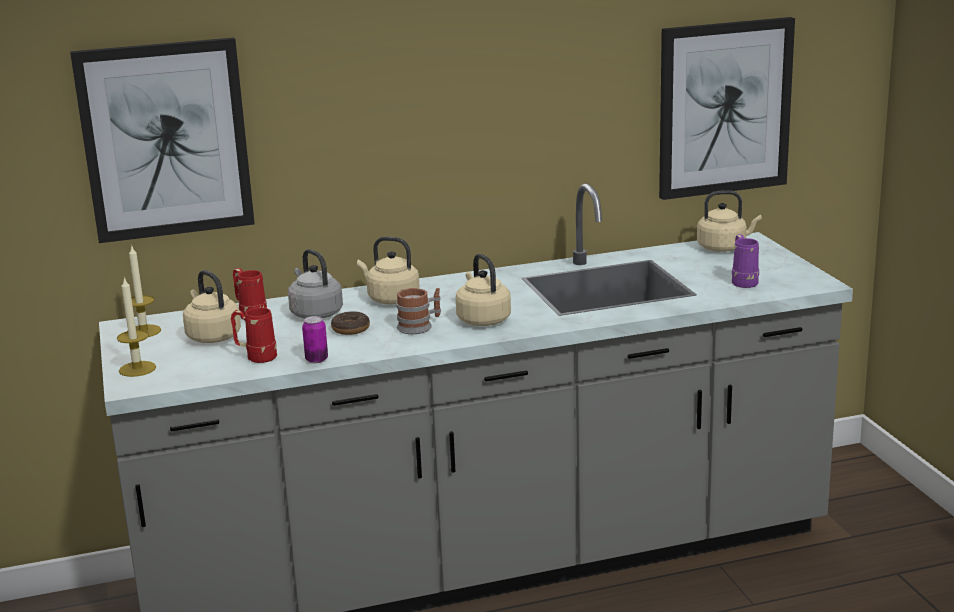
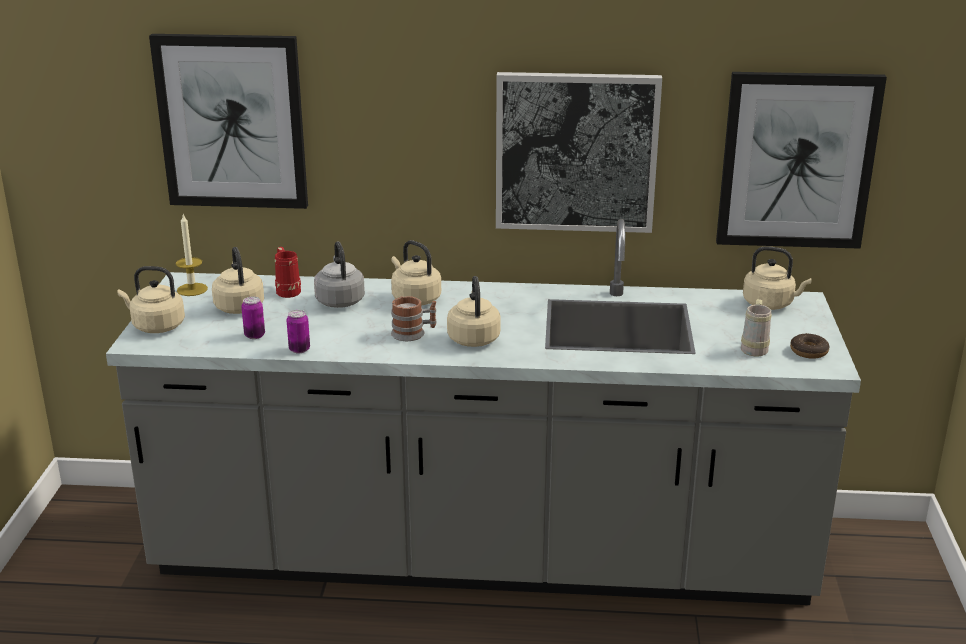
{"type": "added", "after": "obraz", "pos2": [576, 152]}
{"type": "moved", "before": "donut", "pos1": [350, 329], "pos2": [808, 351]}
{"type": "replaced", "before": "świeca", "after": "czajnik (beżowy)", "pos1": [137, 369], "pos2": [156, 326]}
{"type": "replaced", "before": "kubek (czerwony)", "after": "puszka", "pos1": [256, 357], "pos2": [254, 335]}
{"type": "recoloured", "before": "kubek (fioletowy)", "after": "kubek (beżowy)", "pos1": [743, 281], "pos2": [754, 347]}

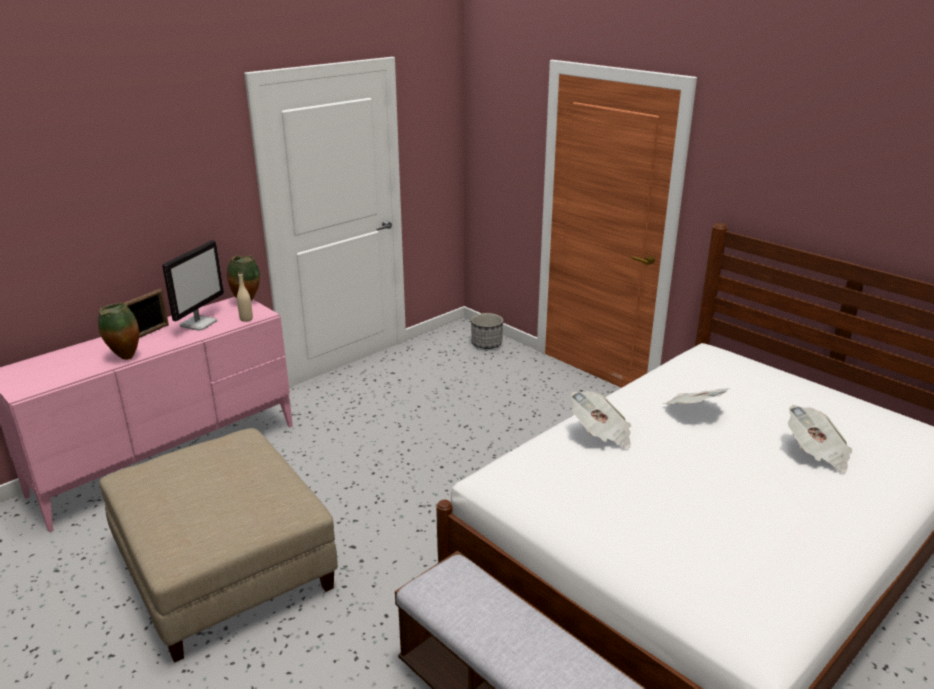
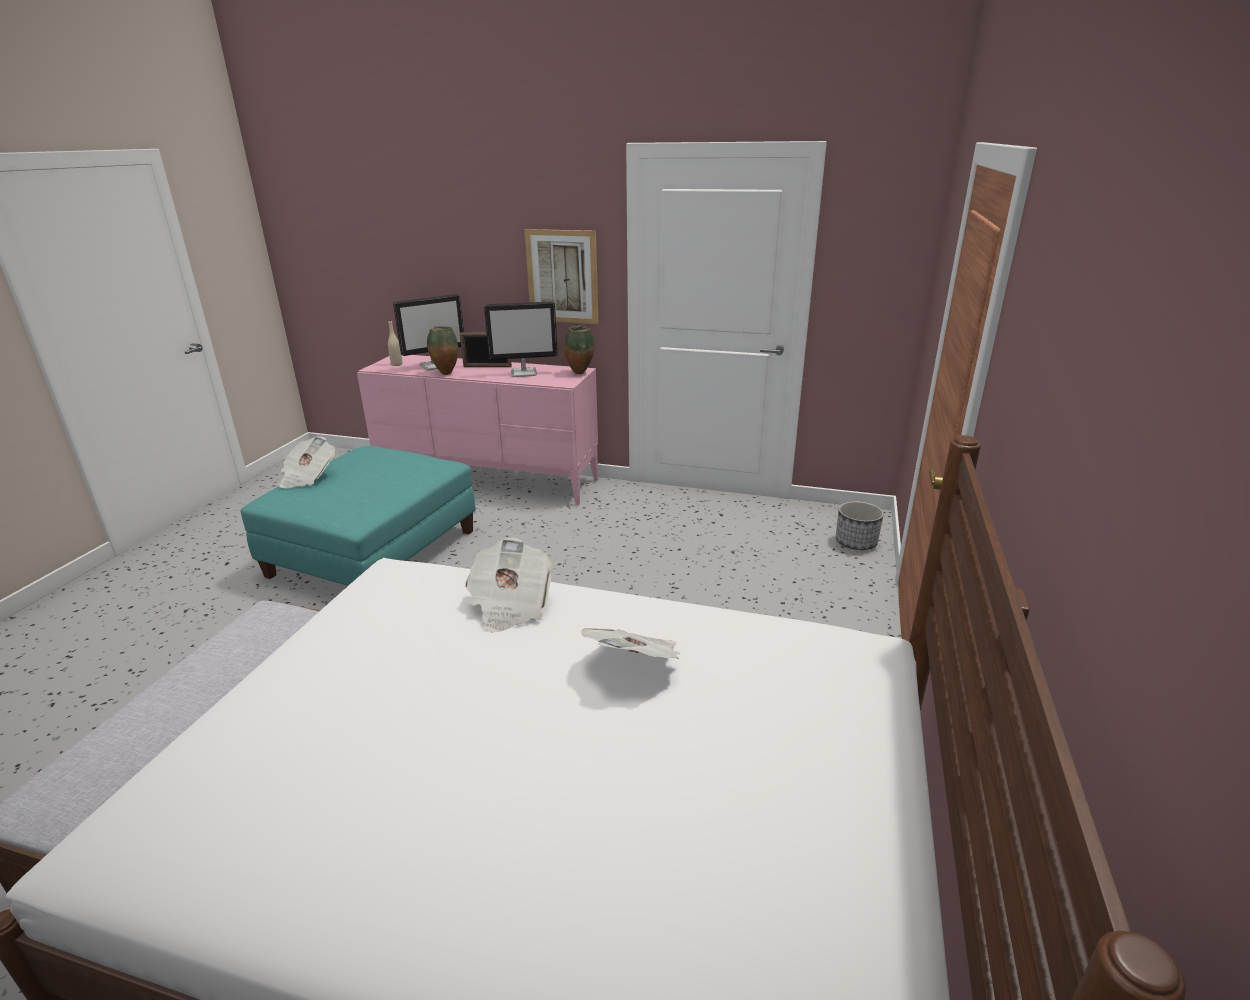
{"type": "added", "after": "monitor", "pos2": [434, 366]}
{"type": "added", "after": "obraz", "pos2": [562, 276]}
{"type": "moved", "before": "butelka (beżowy)", "pos1": [246, 319], "pos2": [396, 364]}
{"type": "moved", "before": "gazeta", "pos1": [816, 453], "pos2": [308, 477]}
{"type": "recoloured", "before": "pufa (beżowy)", "after": "pufa (turkusowy)", "pos1": [223, 567], "pos2": [374, 553]}

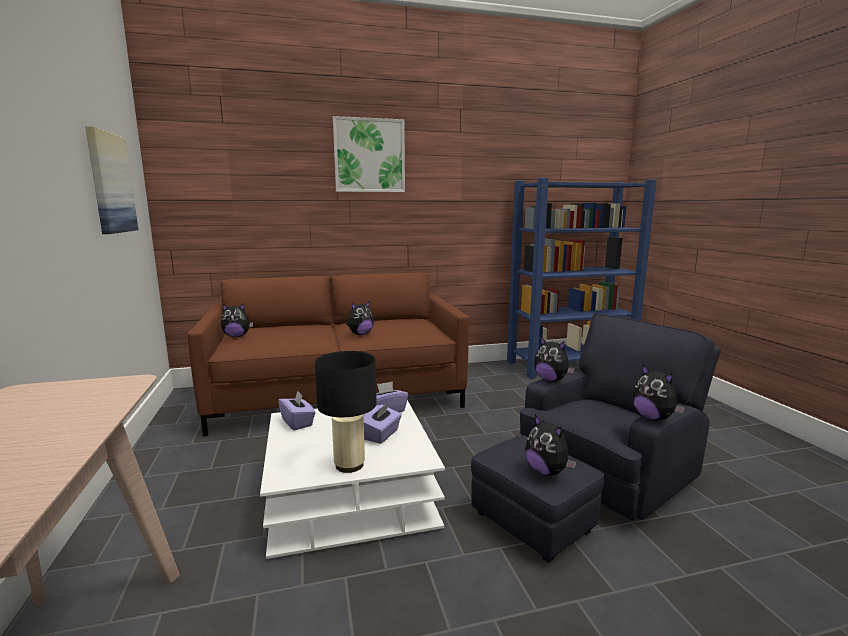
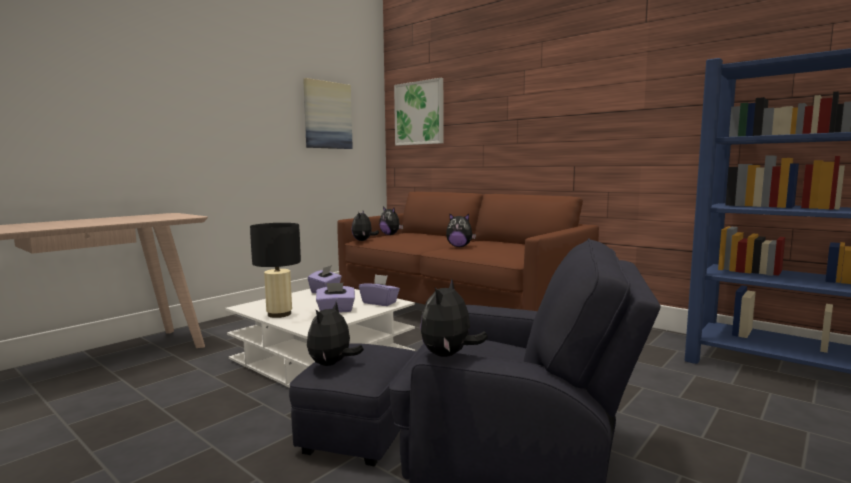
{"type": "moved", "before": "obraz", "pos1": [369, 155], "pos2": [419, 113]}
{"type": "moved", "before": "pluszak", "pos1": [551, 380], "pos2": [363, 241]}

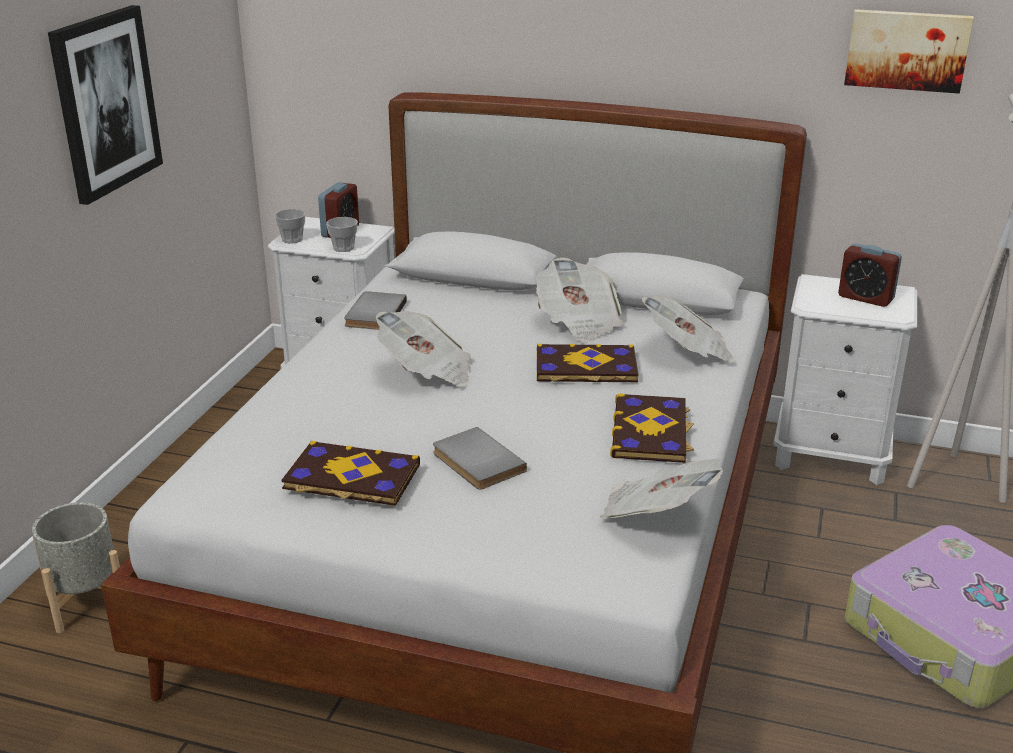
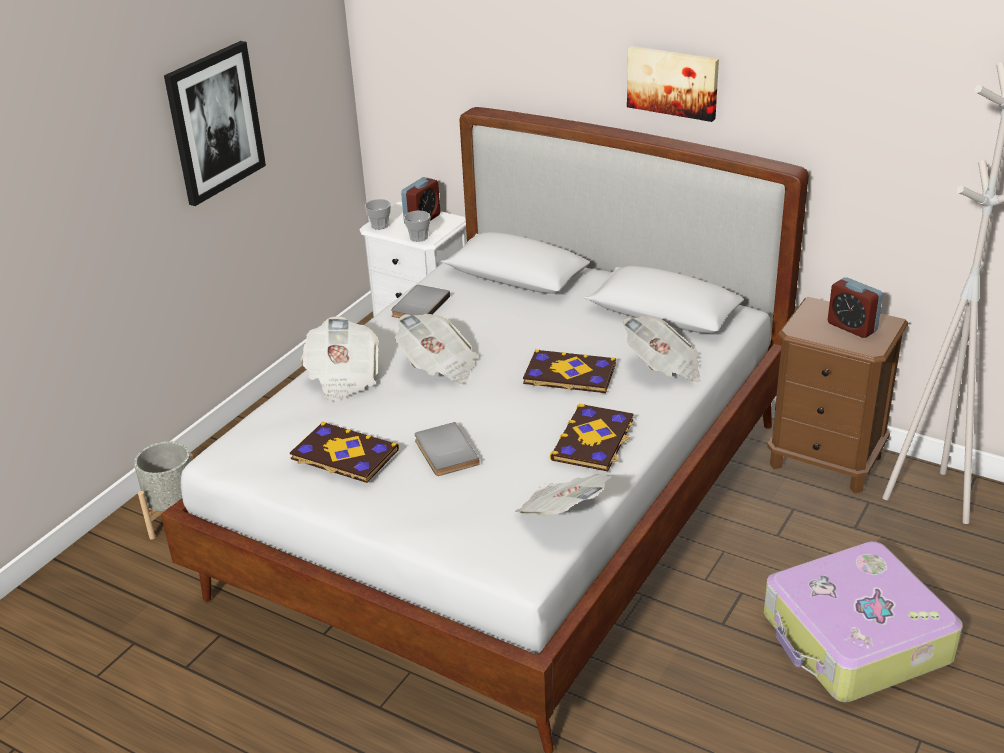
{"type": "moved", "before": "gazeta", "pos1": [578, 322], "pos2": [343, 377]}
{"type": "moved", "before": "obraz", "pos1": [907, 50], "pos2": [673, 82]}
{"type": "recoloured", "before": "szafka nocna (biały)", "after": "szafka nocna (brązowy)", "pos1": [831, 456], "pos2": [825, 461]}

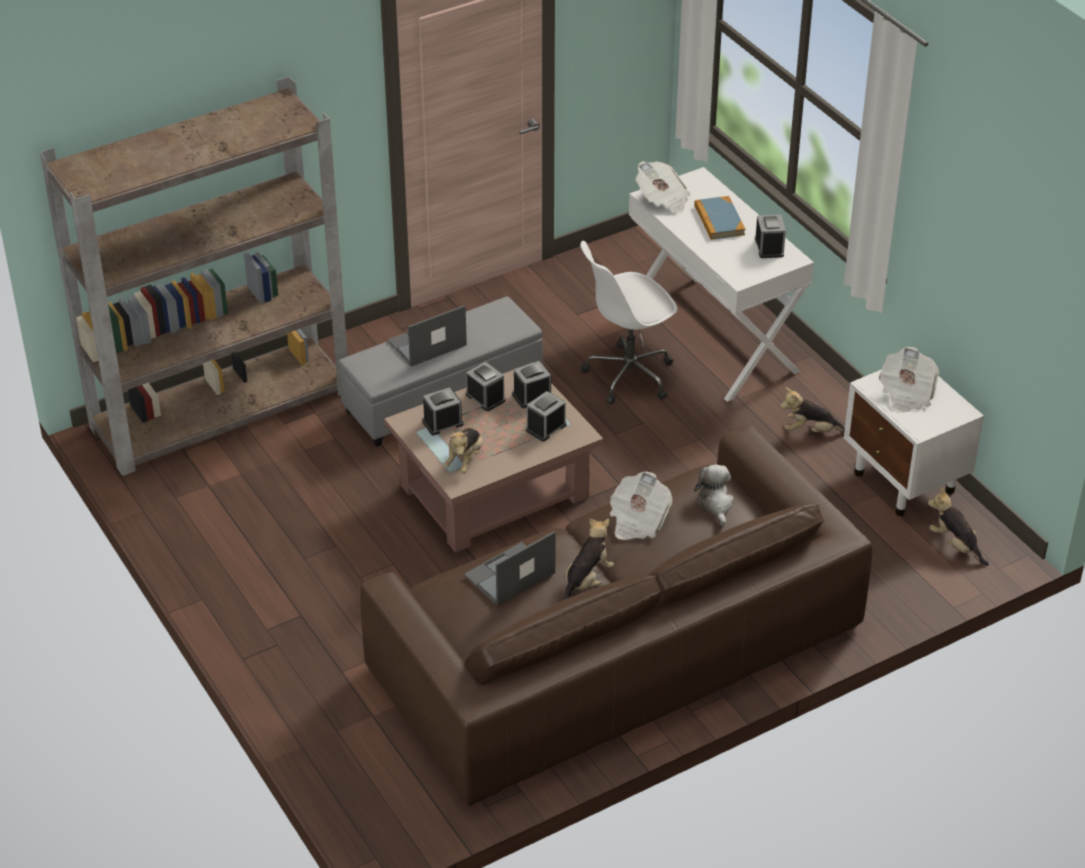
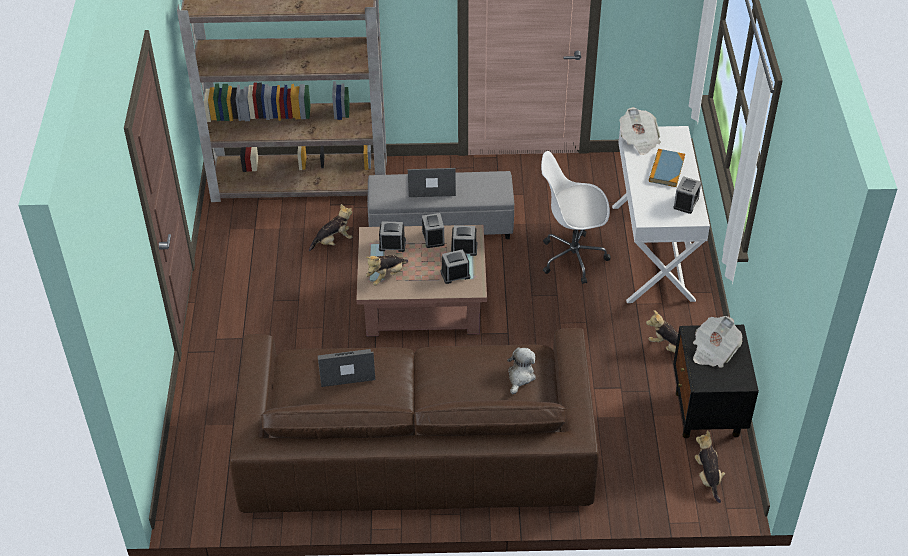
{"type": "removed", "before": "gazeta", "pos1": [637, 520]}
{"type": "moved", "before": "pluszak", "pos1": [587, 581], "pos2": [333, 241]}
{"type": "recoloured", "before": "szafka nocna (biały)", "after": "szafka nocna (czarny)", "pos1": [905, 483], "pos2": [707, 415]}

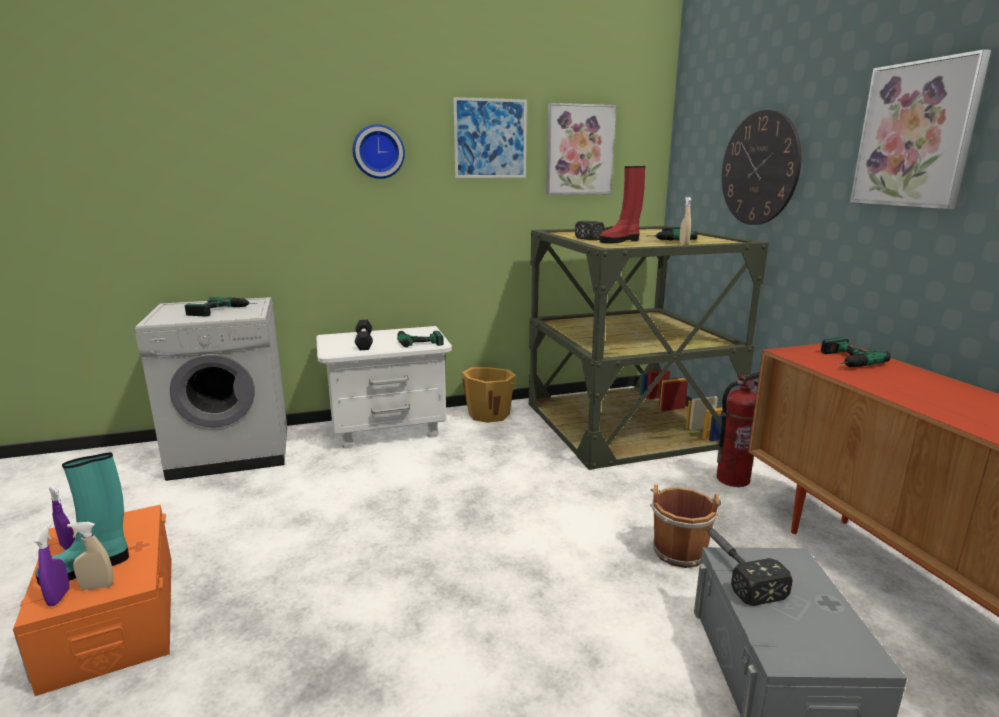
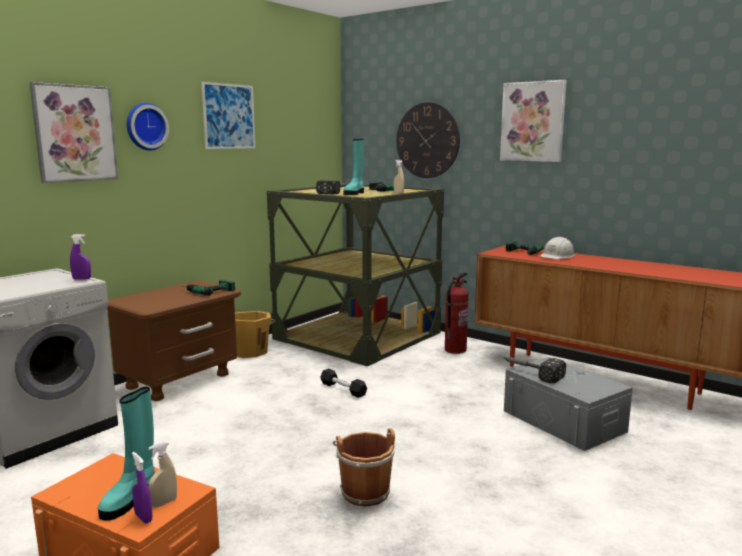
{"type": "removed", "before": "wiertarka", "pos1": [224, 311]}
{"type": "added", "after": "kask (biały)", "pos2": [557, 256]}
{"type": "moved", "before": "spryskiwacz (fioletowy)", "pos1": [68, 547], "pos2": [81, 279]}
{"type": "moved", "before": "hantel (czarny)", "pos1": [364, 342], "pos2": [343, 389]}
{"type": "moved", "before": "obraz", "pos1": [579, 150], "pos2": [74, 133]}
{"type": "moved", "before": "wiadro (brązowy)", "pos1": [679, 550], "pos2": [364, 491]}
{"type": "recoloured", "before": "szafka nocna (biały)", "after": "szafka nocna (brązowy)", "pos1": [388, 432], "pos2": [181, 381]}
{"type": "recoloured", "before": "but z cholewką (czerwony)", "after": "but z cholewką (turkusowy)", "pos1": [620, 241], "pos2": [354, 193]}

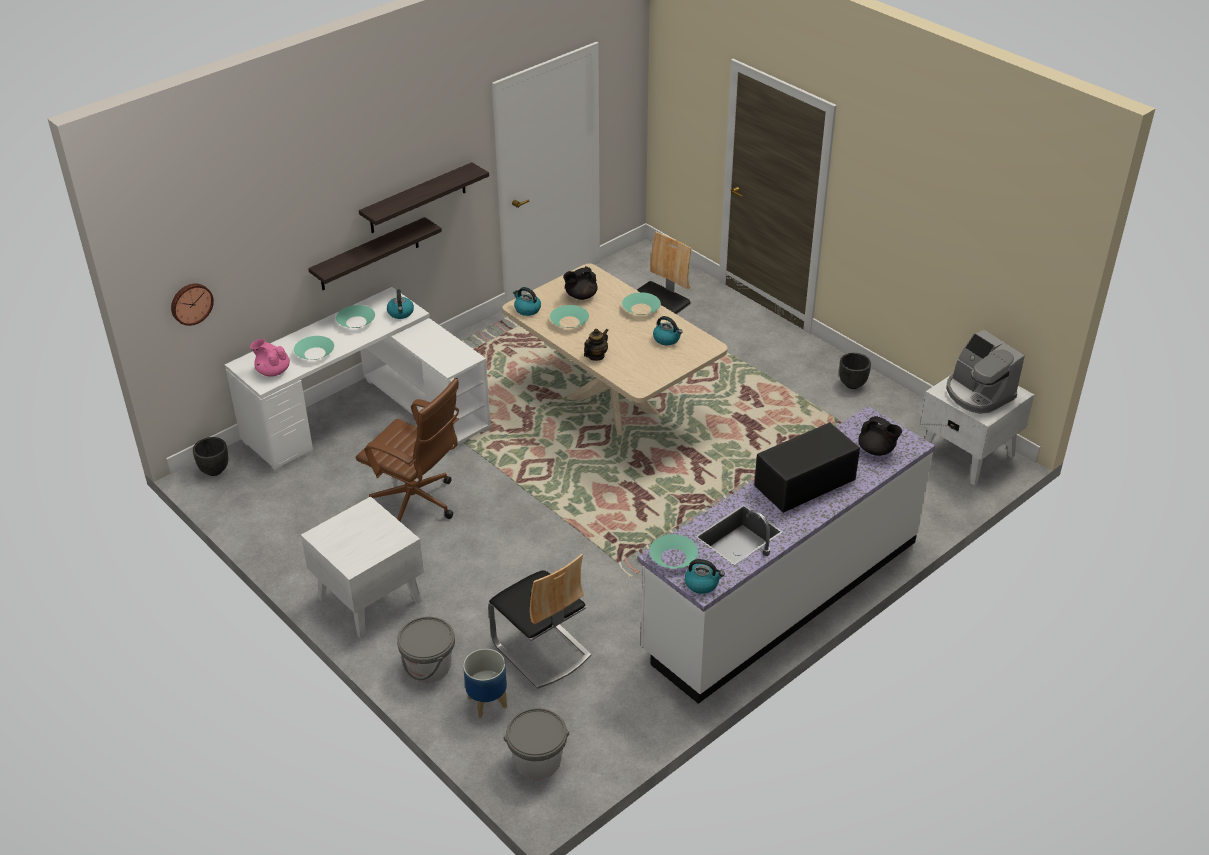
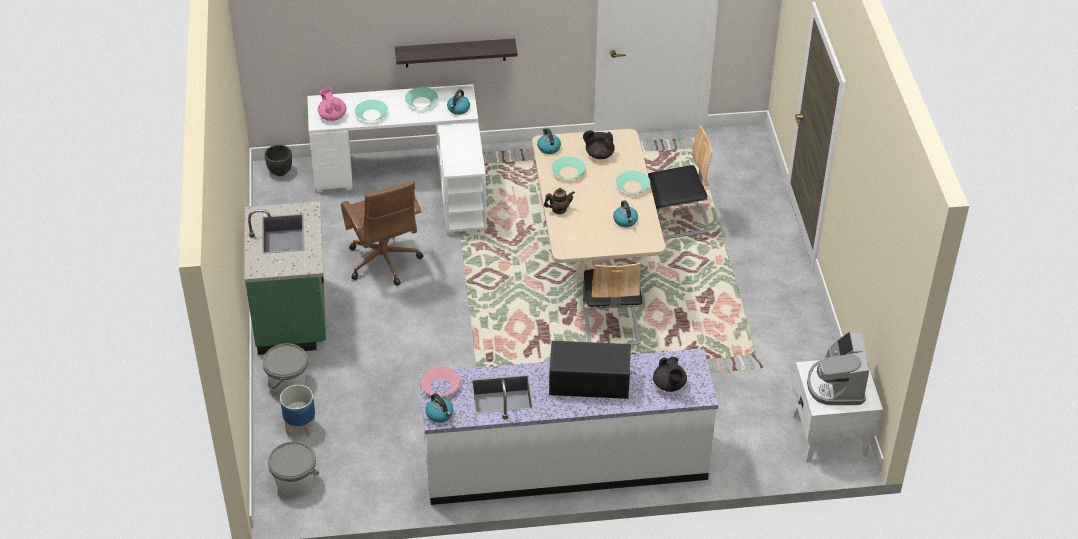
{"type": "removed", "before": "zegar ścienny", "pos1": [191, 303]}
{"type": "removed", "before": "półka", "pos1": [417, 198]}
{"type": "removed", "before": "donica (czarny)", "pos1": [852, 384]}
{"type": "moved", "before": "krzesło", "pos1": [541, 650], "pos2": [610, 324]}
{"type": "replaced", "before": "szafka nocna (biały)", "after": "zabudowa kuchenna (zielony)", "pos1": [369, 599], "pos2": [293, 316]}
{"type": "recoloured", "before": "miska (turkusowy)", "after": "miska (różowy)", "pos1": [673, 557], "pos2": [441, 386]}

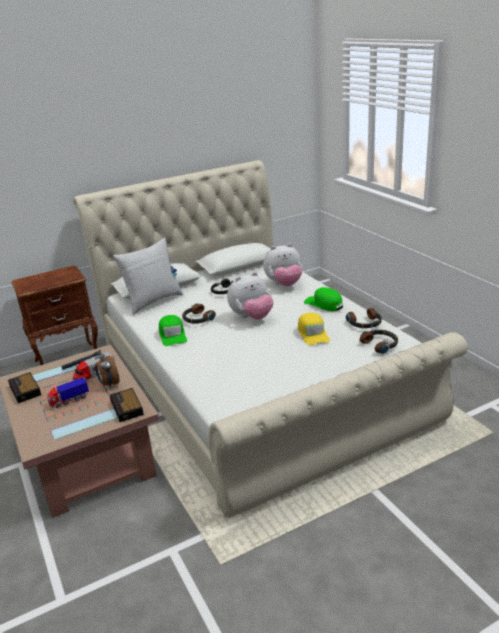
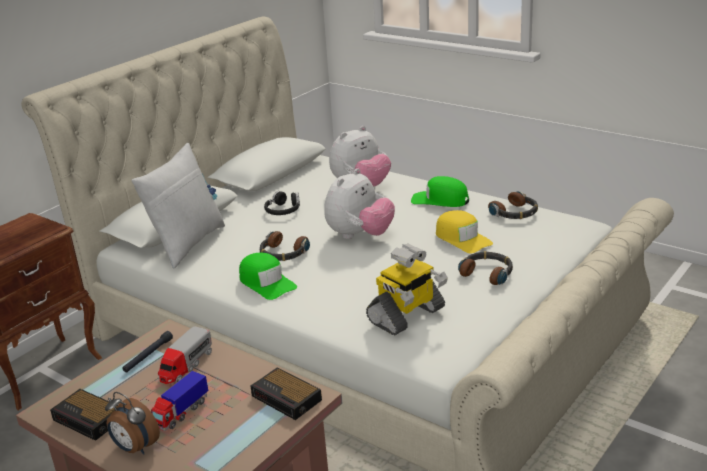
{"type": "added", "after": "robot zabawkowy", "pos2": [407, 316]}
{"type": "moved", "before": "budzik", "pos1": [109, 384], "pos2": [135, 448]}
{"type": "moved", "before": "słuchawki", "pos1": [380, 344], "pos2": [487, 273]}

